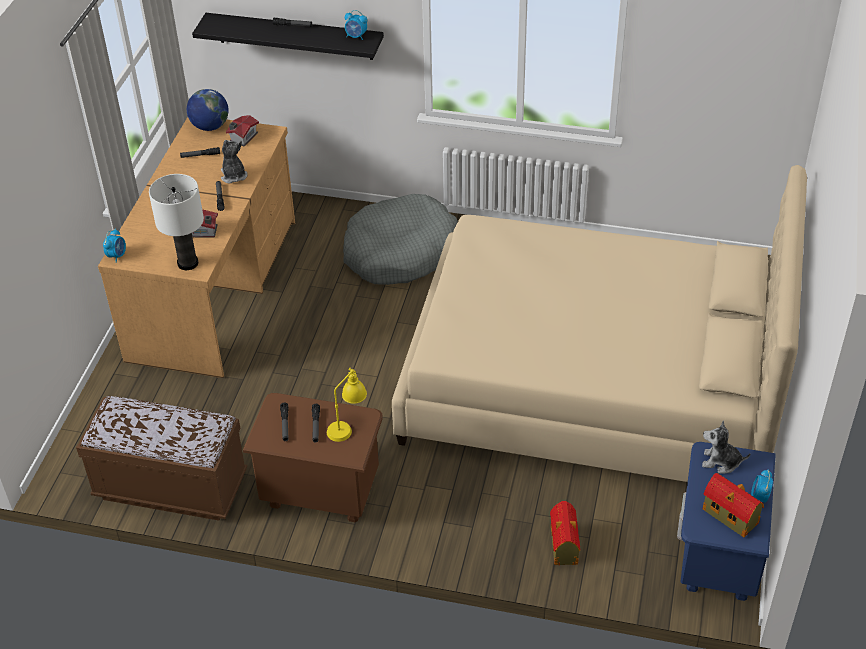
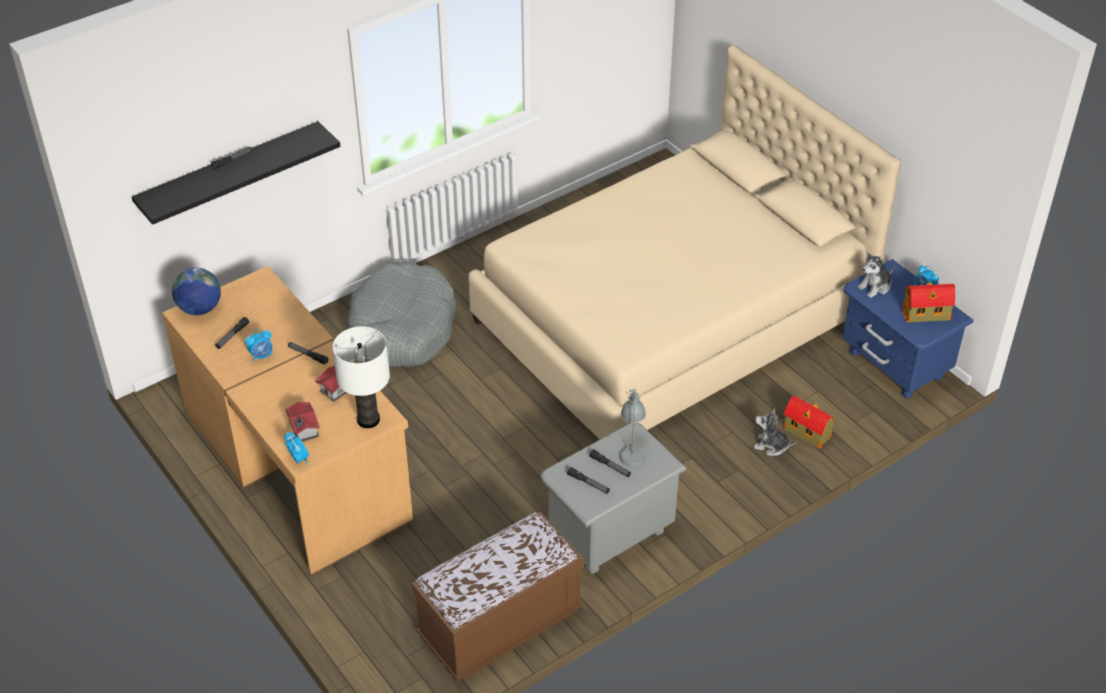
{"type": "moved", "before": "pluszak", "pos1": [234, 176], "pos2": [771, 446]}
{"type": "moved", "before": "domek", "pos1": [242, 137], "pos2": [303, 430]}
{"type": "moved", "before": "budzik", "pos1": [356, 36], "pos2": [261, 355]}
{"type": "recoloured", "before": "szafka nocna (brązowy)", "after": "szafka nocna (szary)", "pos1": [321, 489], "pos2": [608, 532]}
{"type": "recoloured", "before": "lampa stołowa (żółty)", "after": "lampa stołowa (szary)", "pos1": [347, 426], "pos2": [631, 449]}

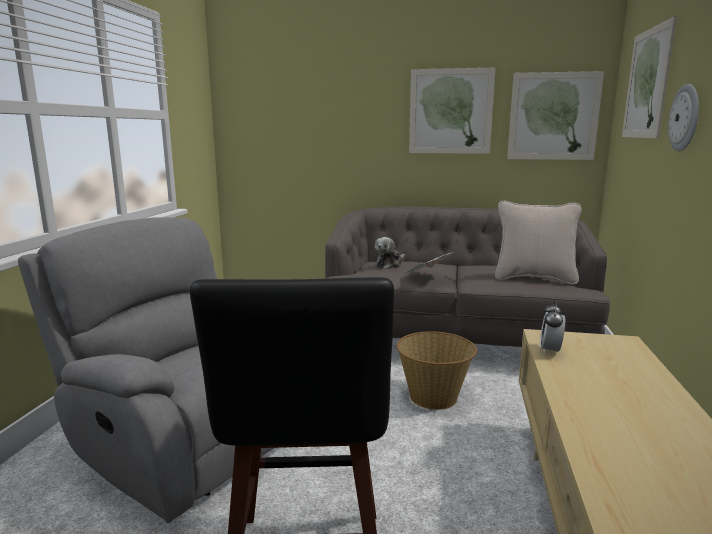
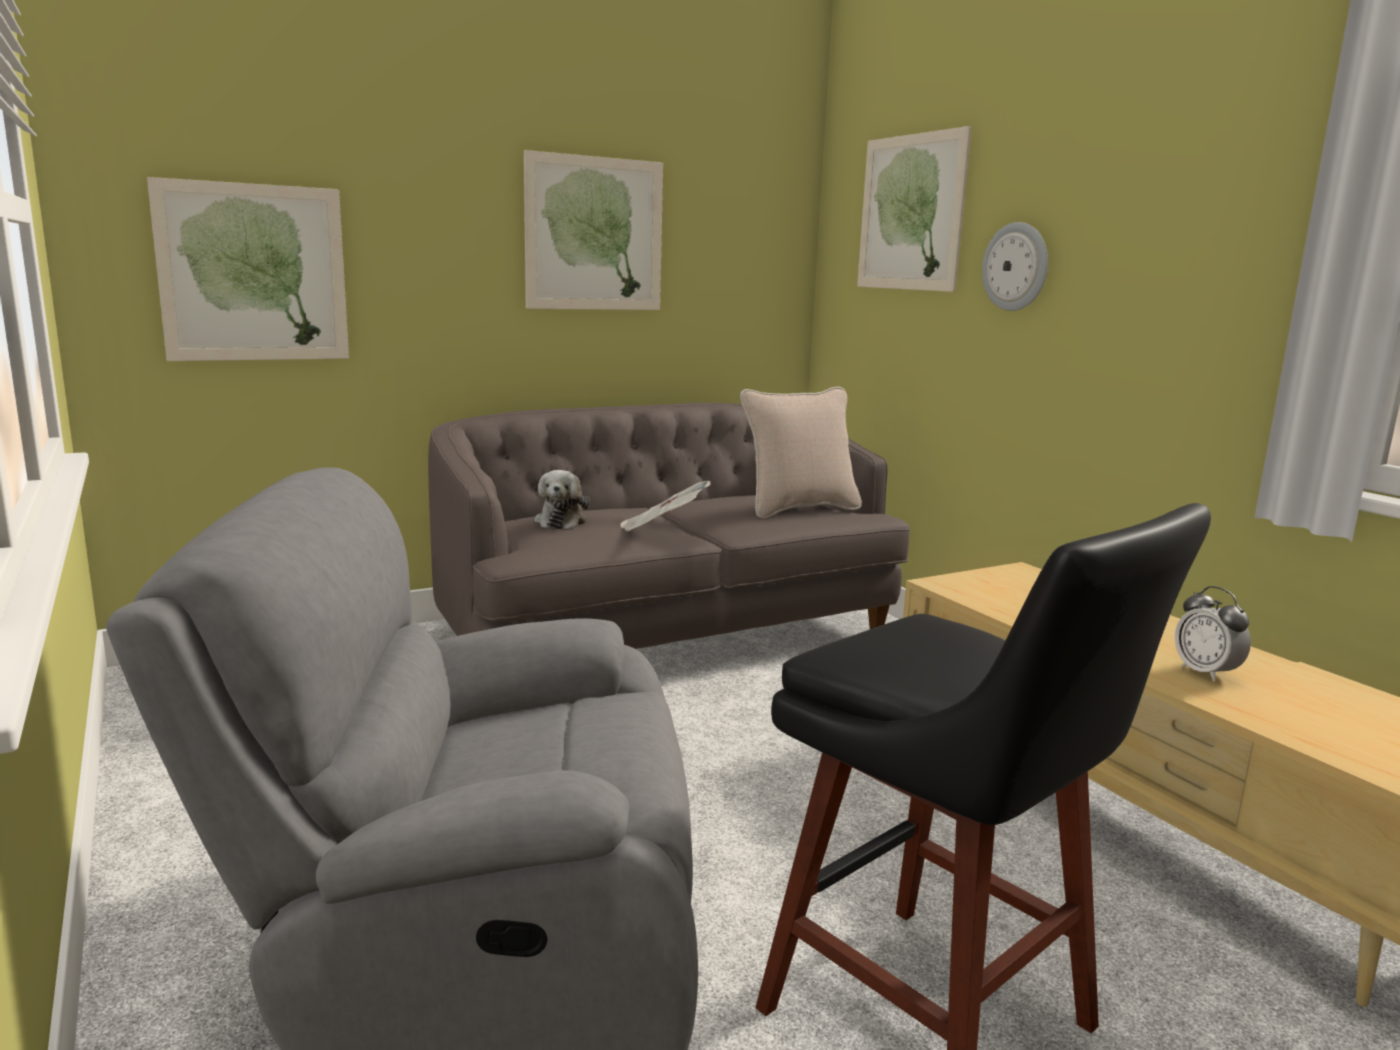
{"type": "removed", "before": "koszyk", "pos1": [434, 397]}
{"type": "moved", "before": "obraz", "pos1": [553, 116], "pos2": [254, 273]}
{"type": "moved", "before": "budzik", "pos1": [550, 351], "pos2": [1205, 673]}

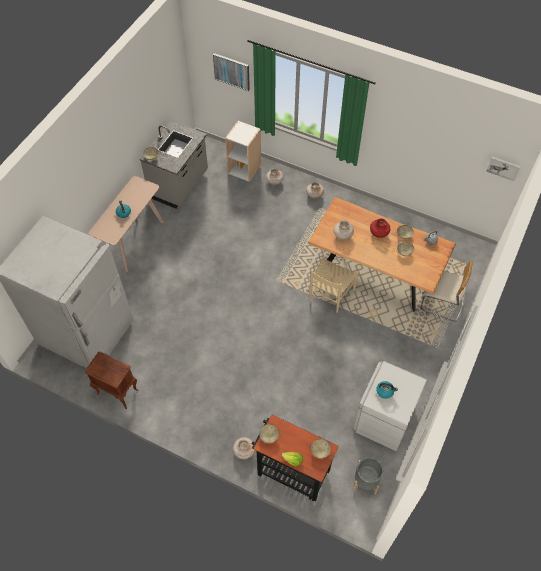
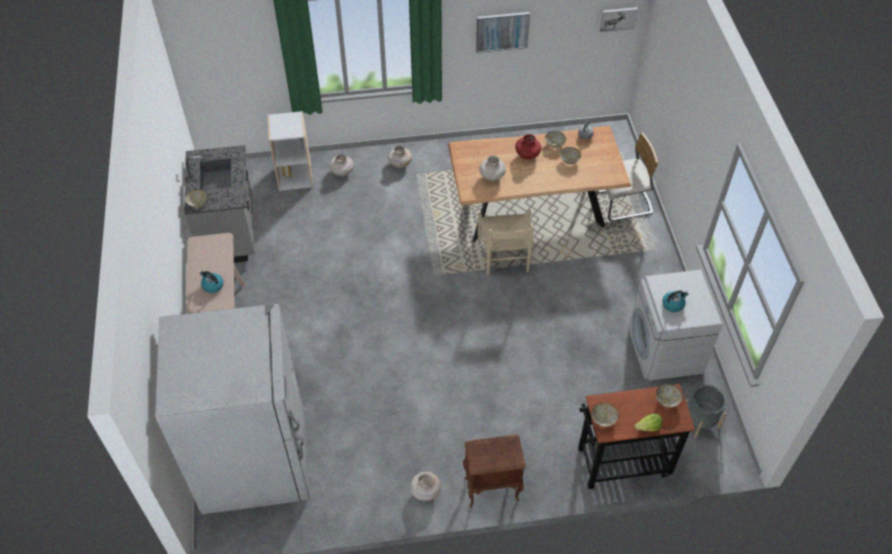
{"type": "moved", "before": "szafka nocna (brązowy)", "pos1": [117, 392], "pos2": [491, 489]}
{"type": "moved", "before": "obraz", "pos1": [232, 71], "pos2": [502, 31]}
{"type": "moved", "before": "wazon (beżowy)", "pos1": [244, 451], "pos2": [425, 492]}

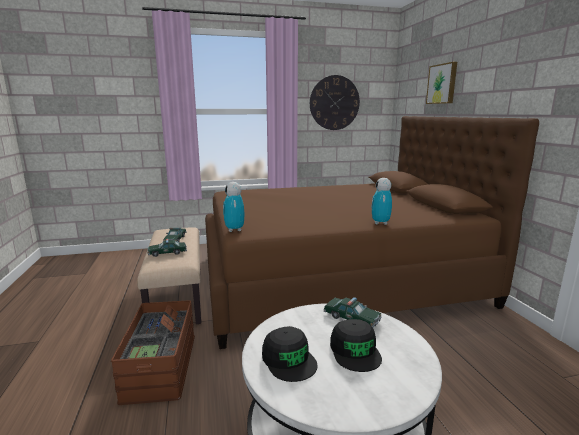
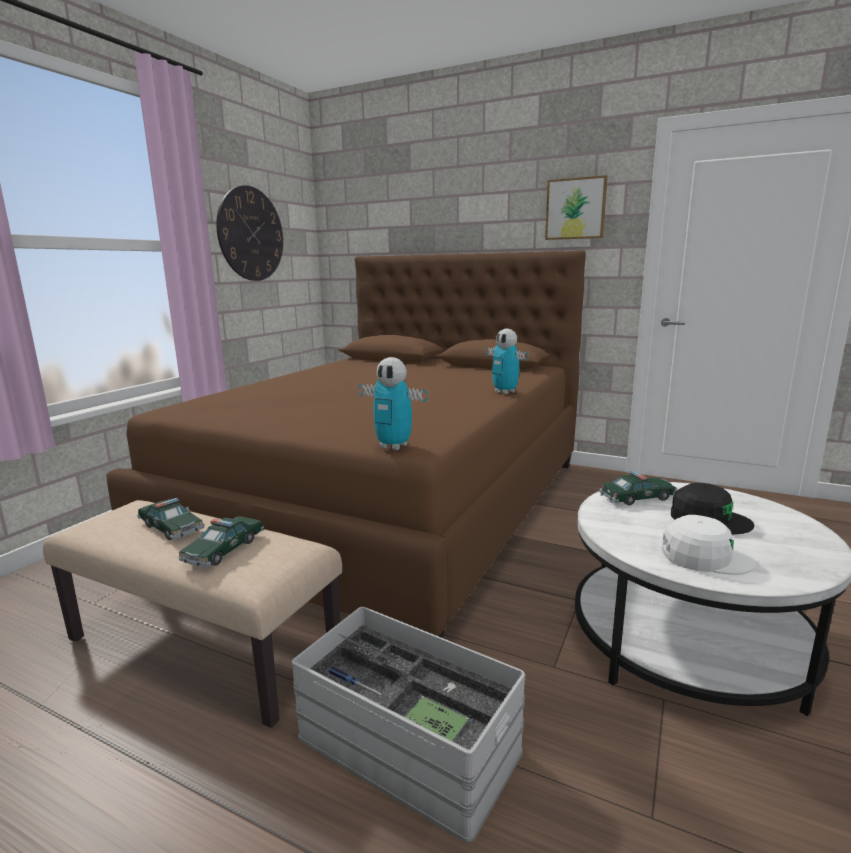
{"type": "moved", "before": "obraz", "pos1": [442, 84], "pos2": [576, 209]}
{"type": "recoloured", "before": "pojemnik do przechowywania (brązowy)", "after": "pojemnik do przechowywania (szary)", "pos1": [159, 365], "pos2": [406, 745]}
{"type": "recoloured", "before": "czapka z daszkiem (czarny)", "after": "czapka z daszkiem (biały)", "pos1": [289, 359], "pos2": [705, 556]}

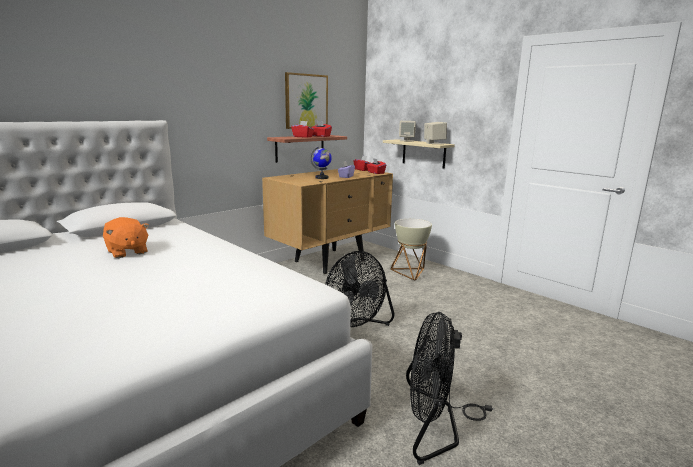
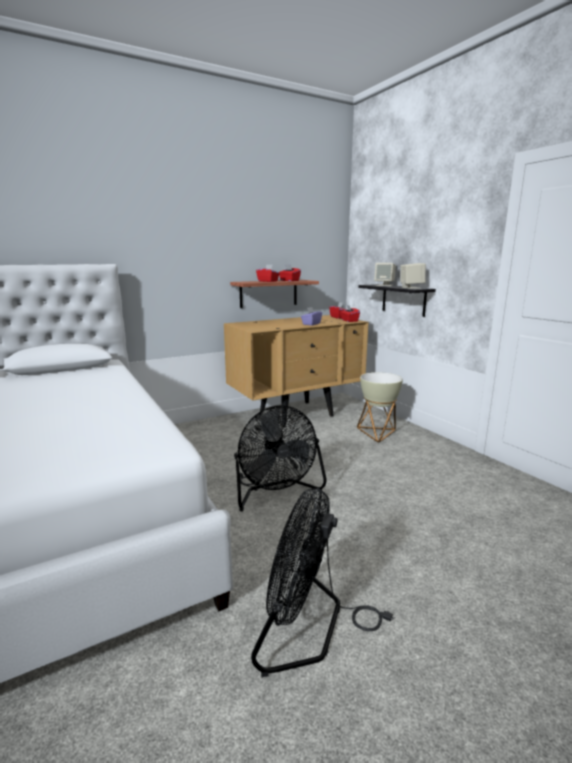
{"type": "removed", "before": "pluszak (pomarańczowy)", "pos1": [127, 252]}
{"type": "removed", "before": "obraz", "pos1": [306, 101]}
{"type": "removed", "before": "globus", "pos1": [322, 178]}
{"type": "recoloured", "before": "półka (beżowy)", "after": "półka (czarny)", "pos1": [423, 153], "pos2": [403, 300]}

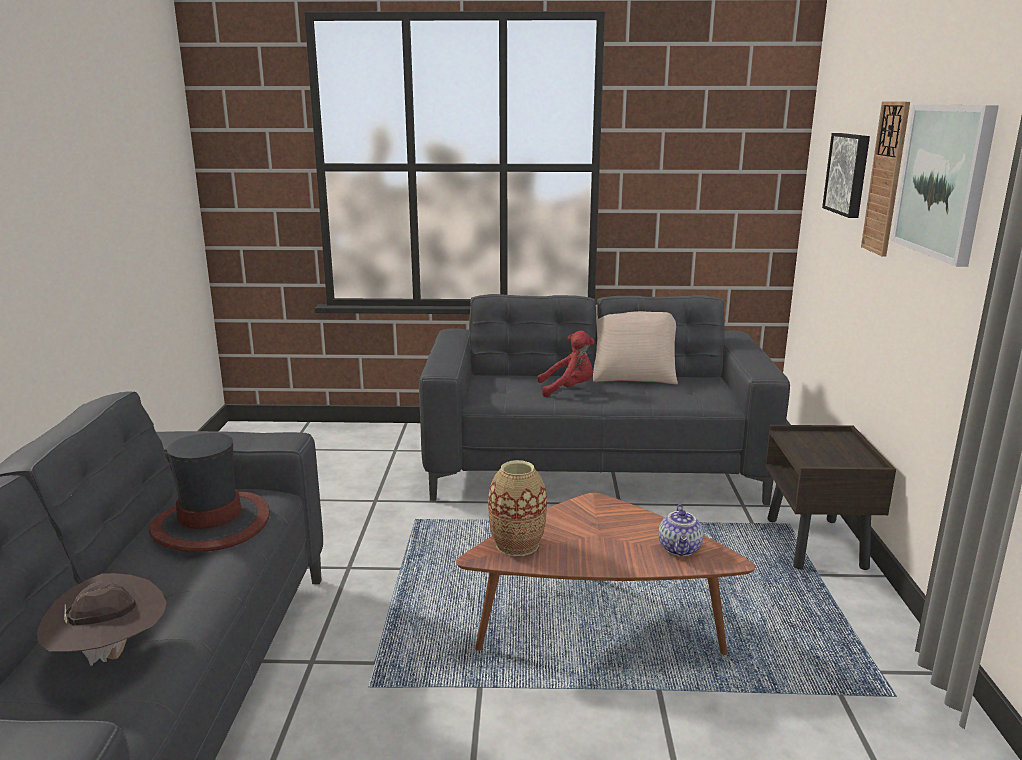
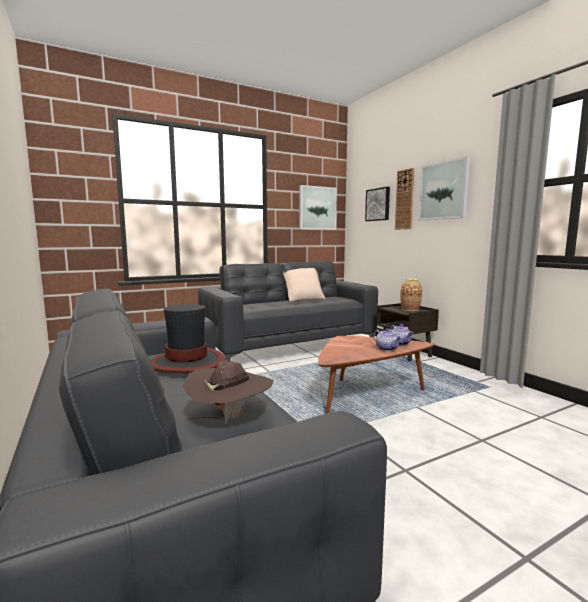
{"type": "removed", "before": "pluszak (czerwony)", "pos1": [568, 389]}
{"type": "added", "after": "obraz", "pos2": [317, 208]}
{"type": "added", "after": "imbryk", "pos2": [387, 349]}
{"type": "moved", "before": "wazon", "pos1": [517, 544], "pos2": [410, 309]}

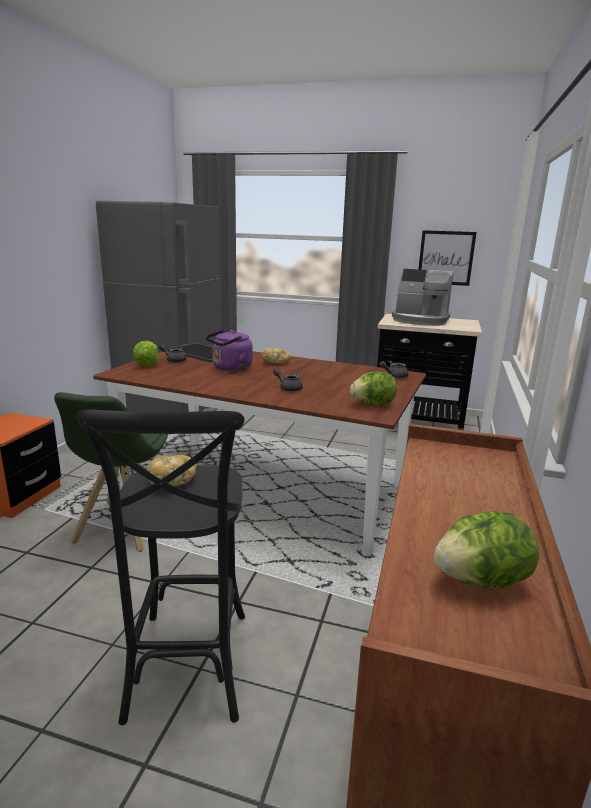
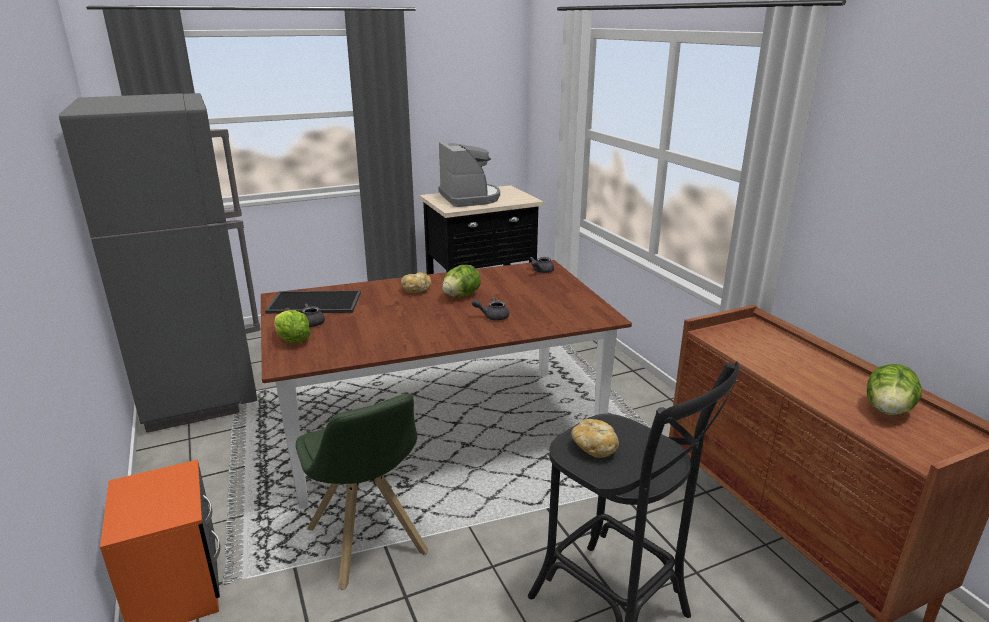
{"type": "removed", "before": "czajnik (fioletowy)", "pos1": [230, 368]}
{"type": "removed", "before": "obraz", "pos1": [445, 258]}
{"type": "moved", "before": "sałata", "pos1": [373, 404], "pos2": [461, 296]}
{"type": "turned", "before": "ekspres do kawy", "pos1": [420, 320], "pos2": [470, 198], "turn": -90}

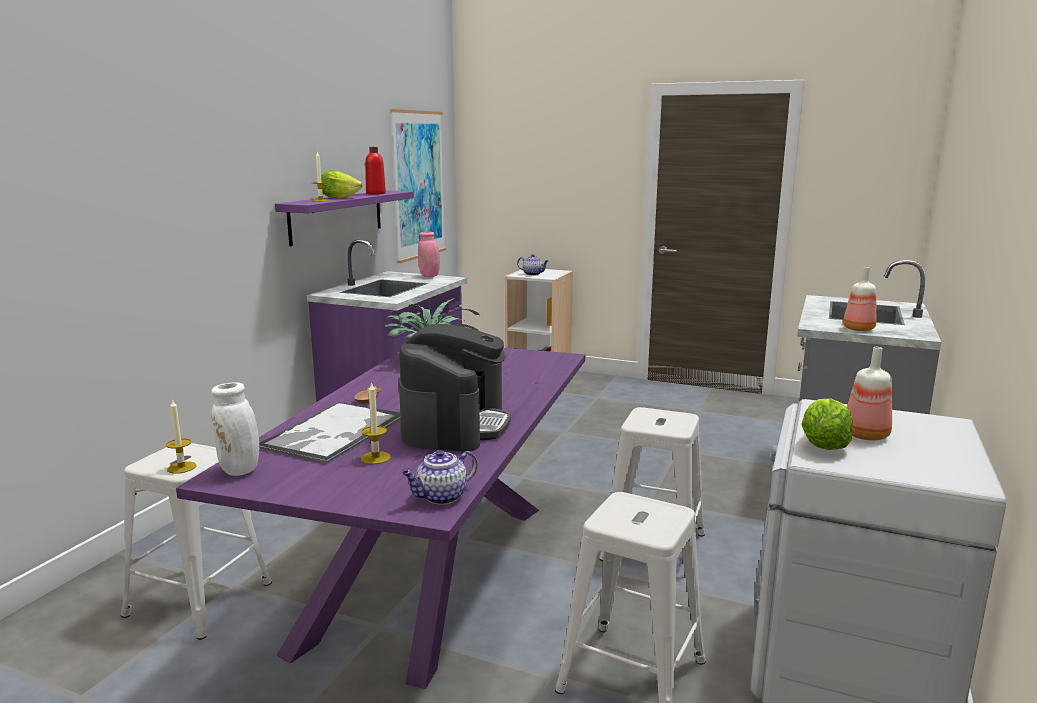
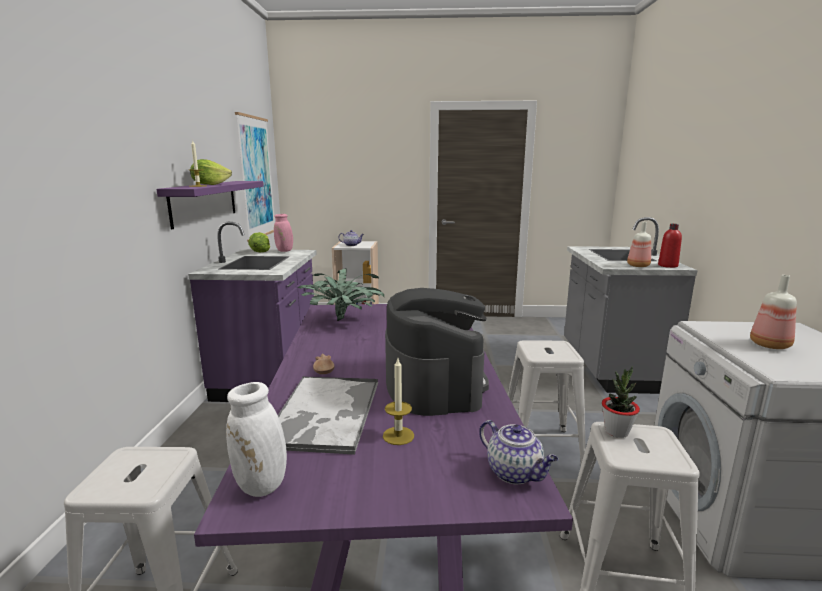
{"type": "removed", "before": "świeca", "pos1": [181, 467]}
{"type": "added", "after": "roślina doniczkowa", "pos2": [616, 431]}
{"type": "moved", "before": "butelka (czerwony)", "pos1": [375, 193], "pos2": [667, 266]}
{"type": "moved", "before": "sałata", "pos1": [823, 445], "pos2": [260, 252]}
{"type": "turned", "before": "imbryk", "pos1": [441, 497], "pos2": [515, 473], "turn": -75}

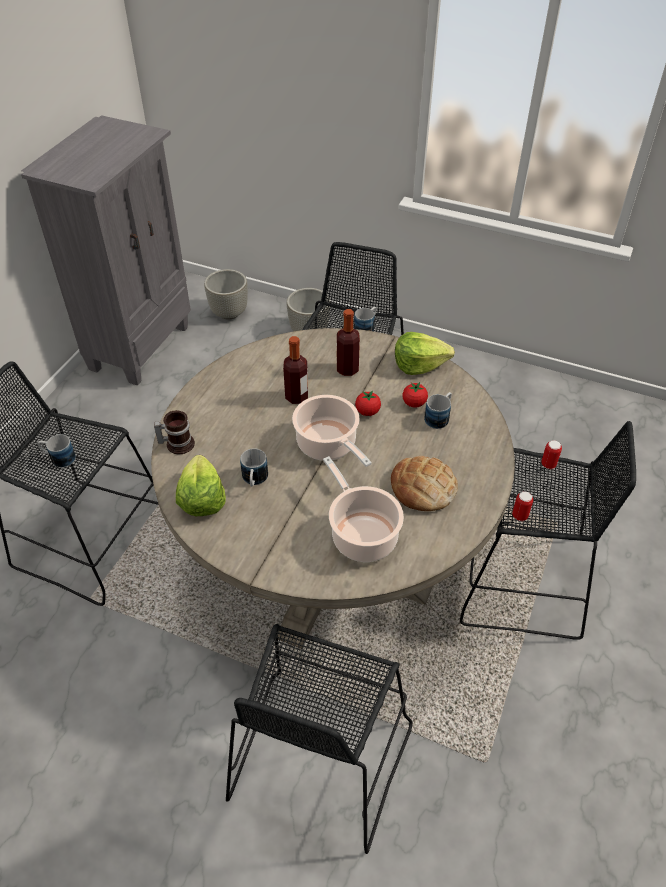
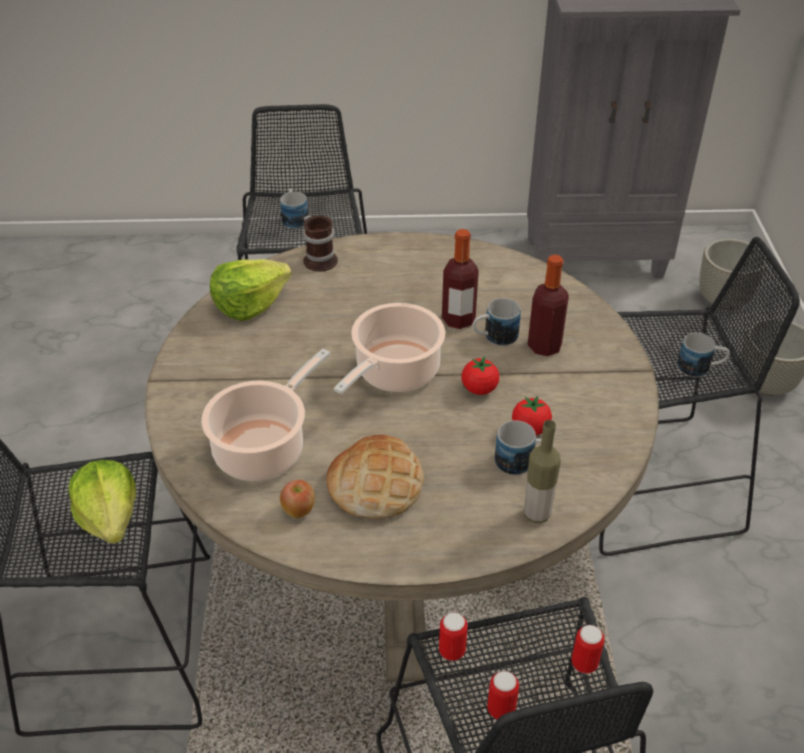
{"type": "added", "after": "jabłko", "pos2": [299, 510]}
{"type": "added", "after": "puszka", "pos2": [501, 709]}
{"type": "added", "after": "butelka", "pos2": [537, 514]}
{"type": "moved", "before": "kubek", "pos1": [254, 480], "pos2": [494, 337]}
{"type": "moved", "before": "sałata", "pos1": [419, 364], "pos2": [110, 517]}

